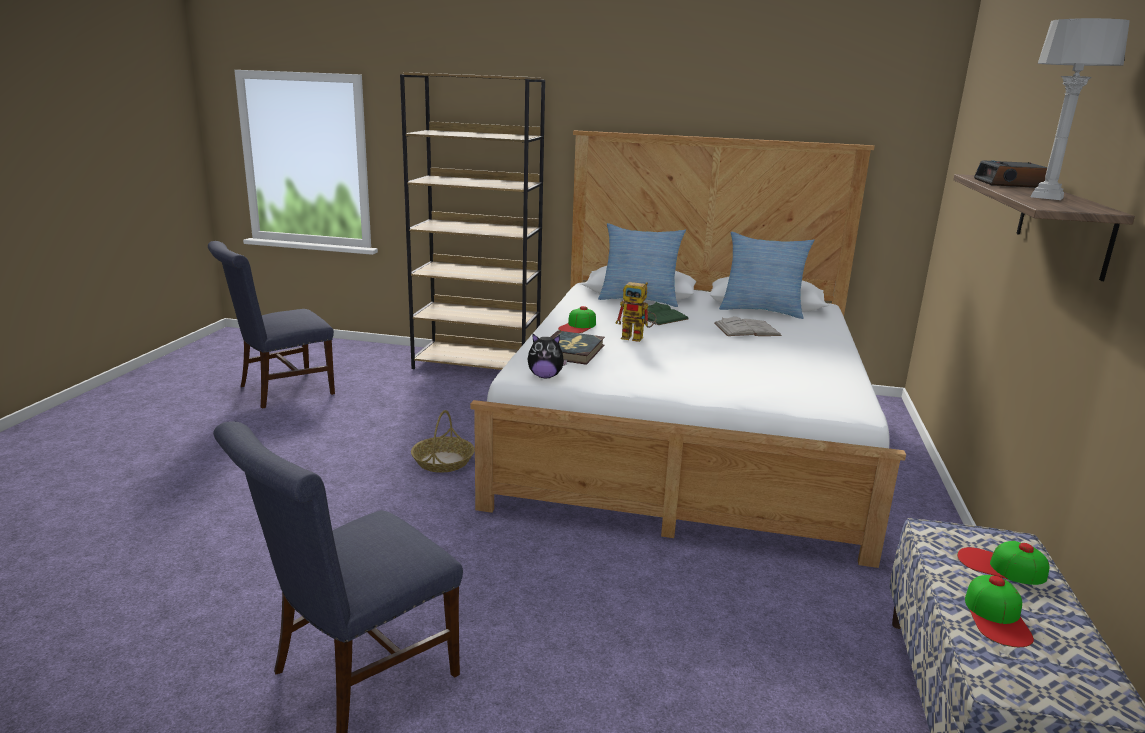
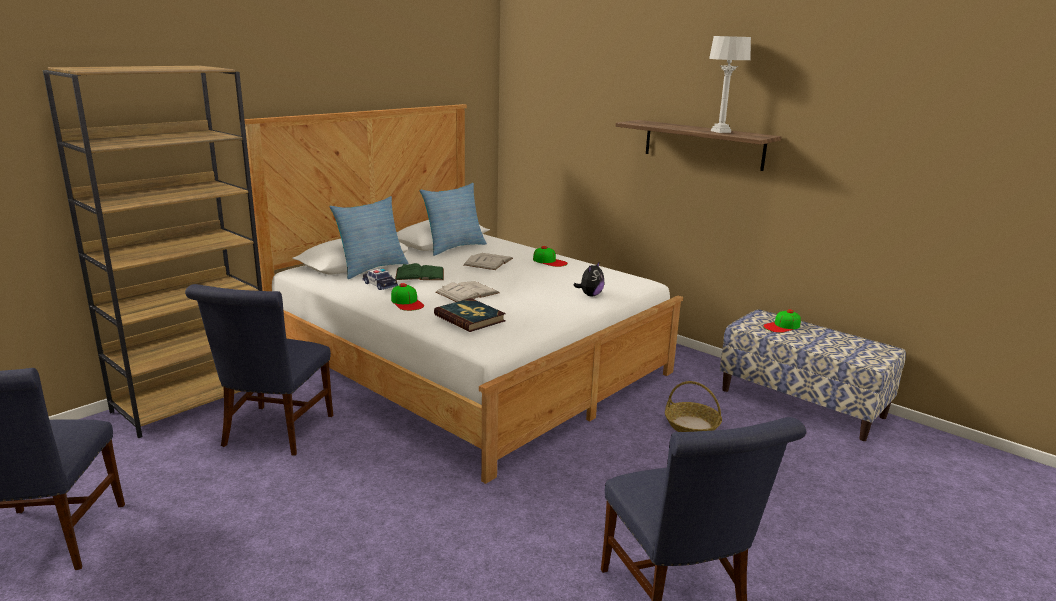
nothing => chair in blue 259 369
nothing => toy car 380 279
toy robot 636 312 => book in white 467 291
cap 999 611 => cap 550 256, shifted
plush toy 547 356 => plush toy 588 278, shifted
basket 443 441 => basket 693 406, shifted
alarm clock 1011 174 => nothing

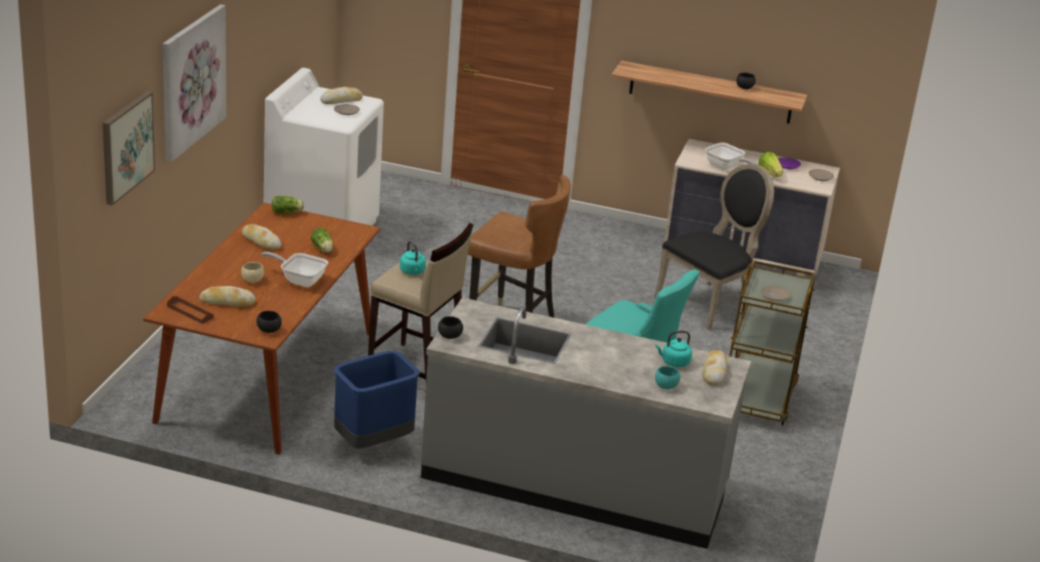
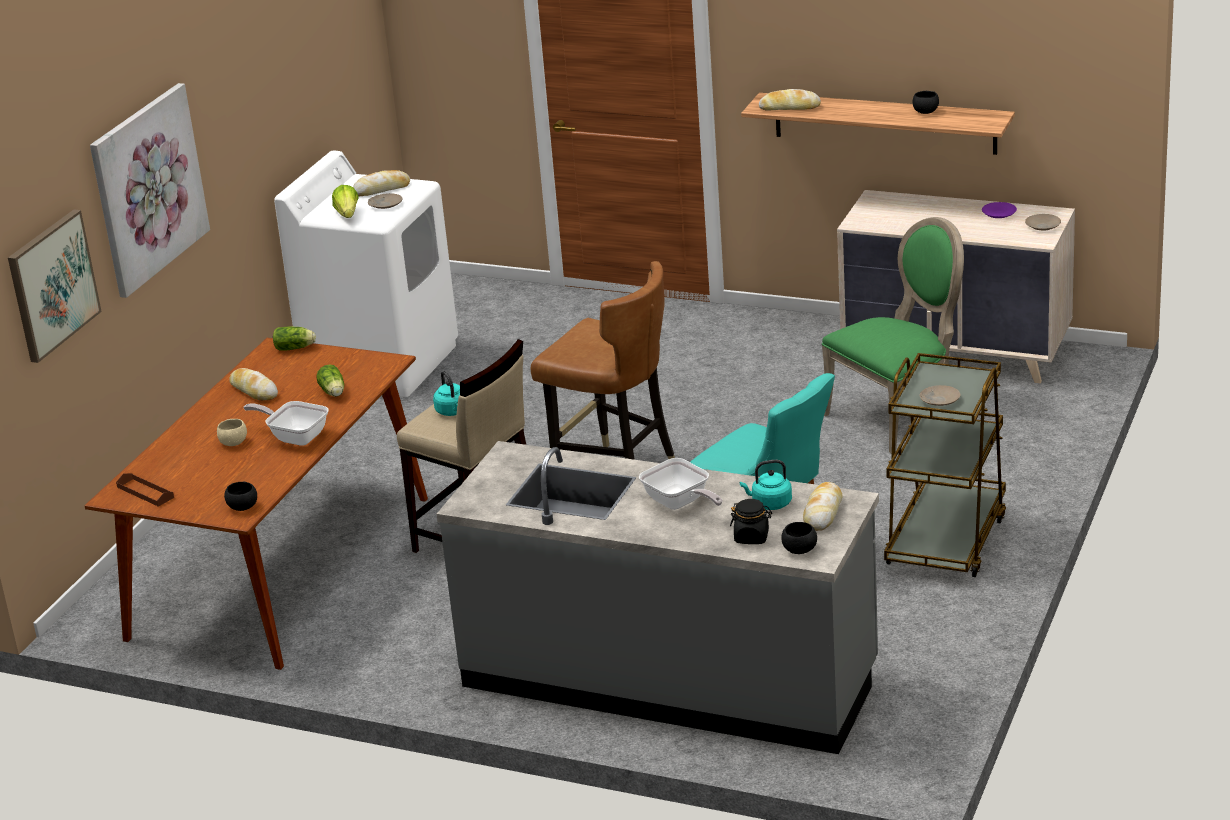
lettuce 770 164 => lettuce 345 201, shifted
frying pan 730 156 => frying pan 681 484, shifted
bowl in turquoise 667 377 => jar in black 751 521
bread 228 296 => bread 790 100, shifted
bowl in black 450 327 => bowl in black 799 538, shifted
chair in black 714 247 => chair in green 893 335
trash can in blue 377 400 => nothing

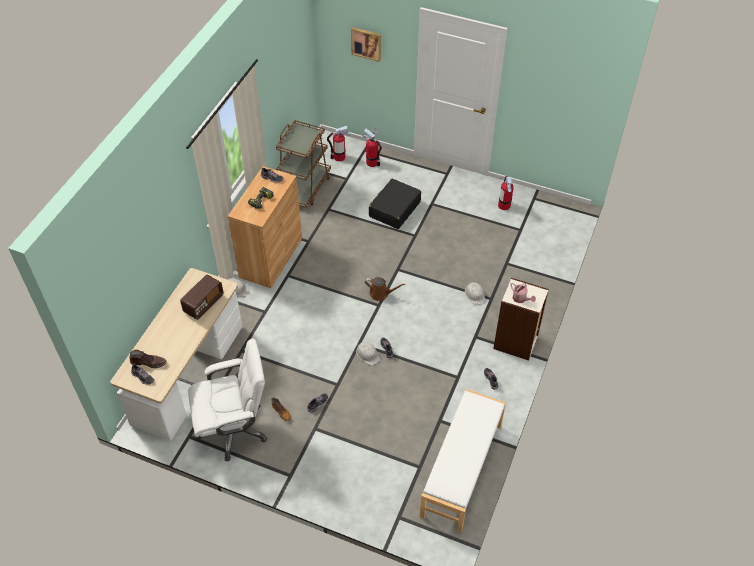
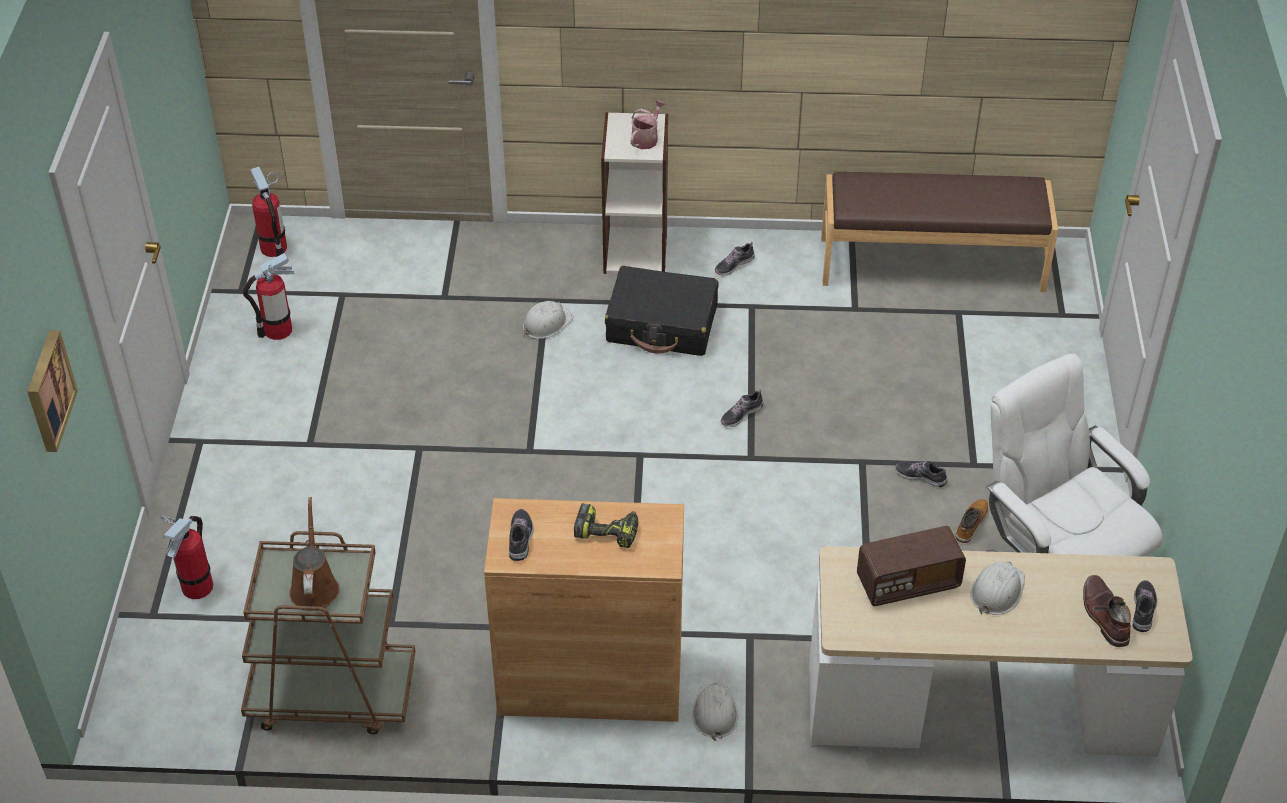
fire extinguisher 338 144 => fire extinguisher 268 212, shifted
watering can in brown 385 289 => watering can in brown 314 554, shifted
suitcase in black 395 204 => suitcase in black 661 311, shifted
bench in white 463 461 => bench in brown 939 232
radio 202 297 => radio 911 566, 150 degrees clockwise
hard hat in white 368 353 => hard hat in white 997 588, shifted

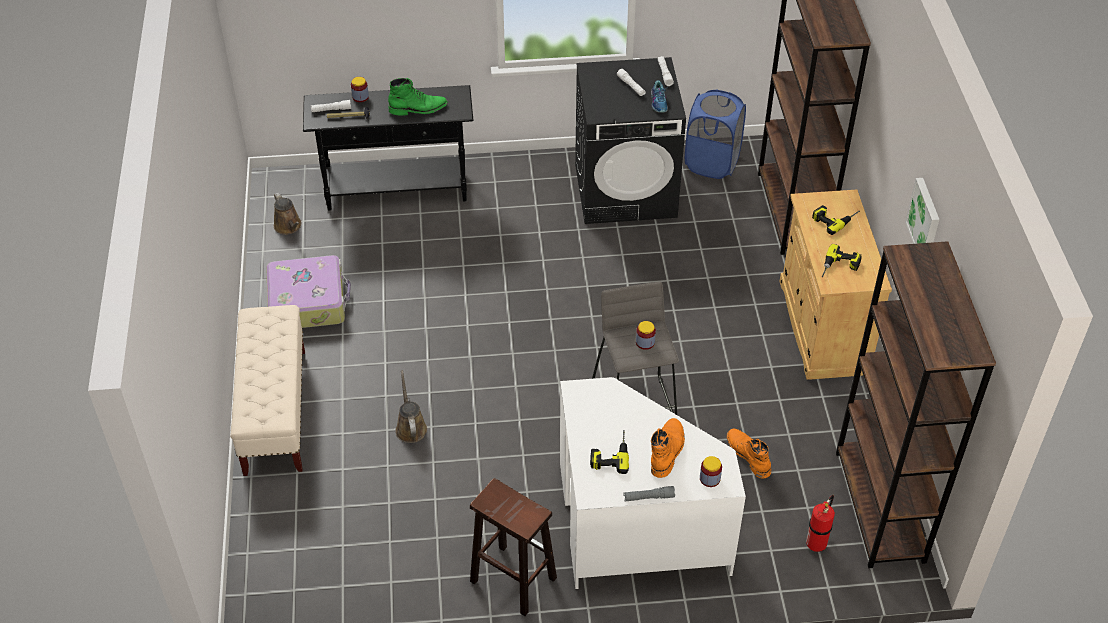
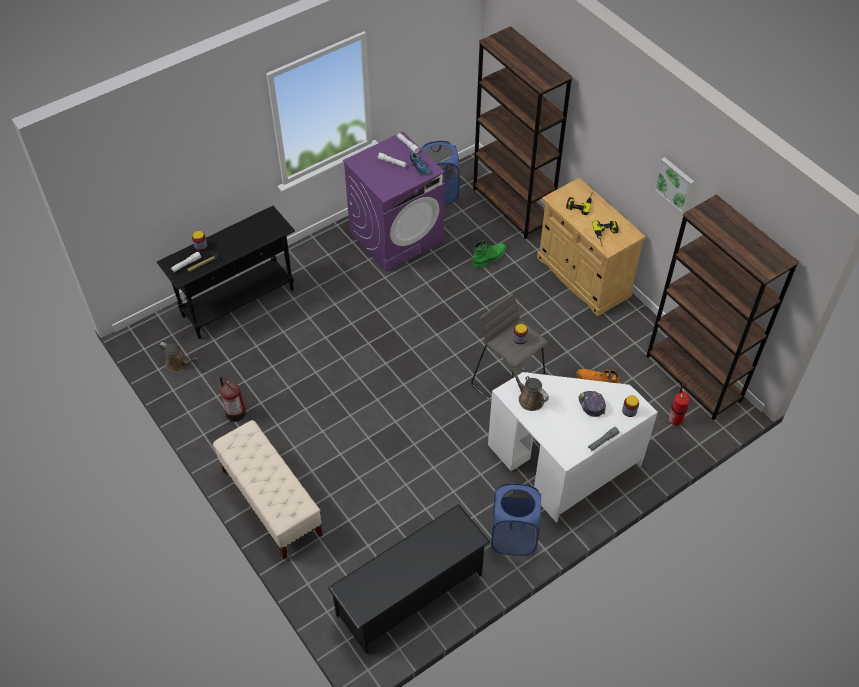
suitcase 308 291 => fire extinguisher 233 399
nothing => shoe rack in black 409 578
washing machine in black 630 140 => washing machine in purple 394 202
boot in green 418 97 => boot in green 489 254, shifted
stool in brown 513 547 => laundry basket in blue 516 519
watering can in brown 411 406 => watering can in brown 528 385, shifted
boot in orange 668 448 => cap 592 404
power drill 609 452 => nothing

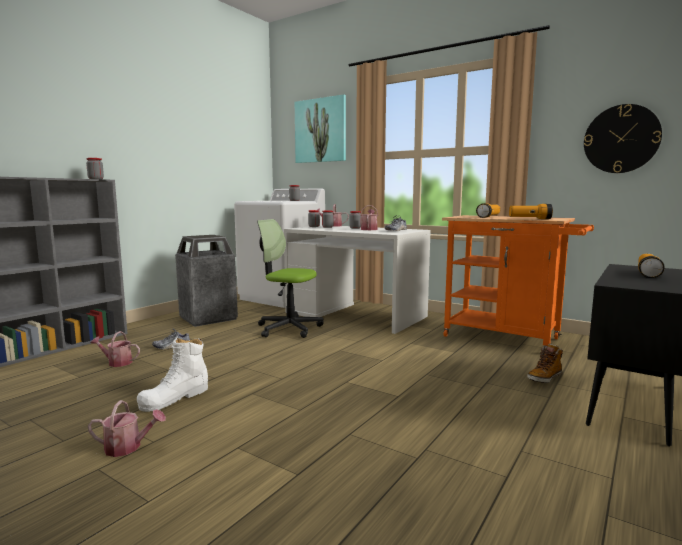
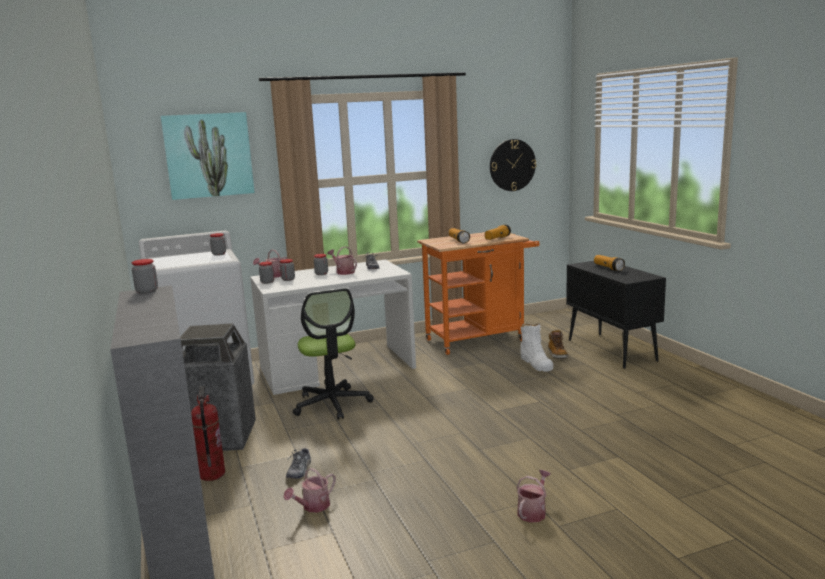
nothing => fire extinguisher 208 433
office chair 290 278 => office chair 333 354, 75 degrees counterclockwise
boot in white 172 375 => boot in white 536 347, shifted

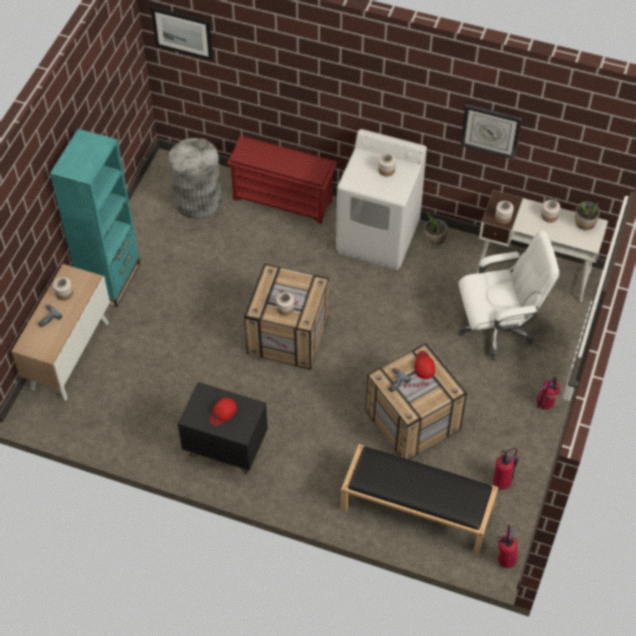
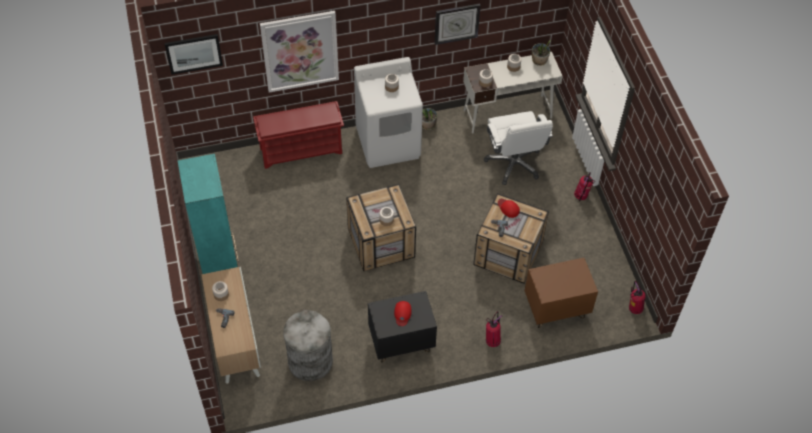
nothing => picture 299 52
trash can in grey 195 178 => trash can in grey 308 345, shifted
office chair in white 508 295 => office chair in white 518 148, 120 degrees clockwise
fire extinguisher 507 469 => fire extinguisher 494 329, shifted
bench in black 419 499 => nightstand in brown 561 293

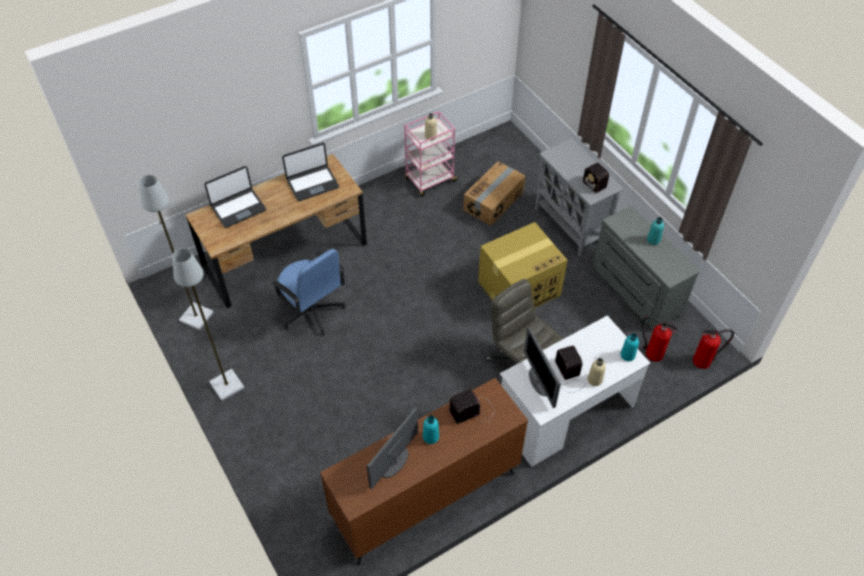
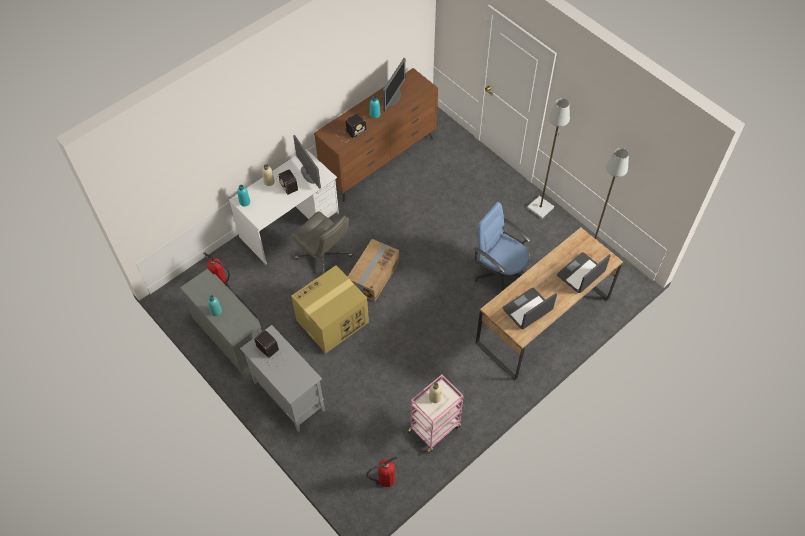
cardboard box 495 193 => cardboard box 373 270, shifted
fire extinguisher 713 349 => fire extinguisher 381 472, shifted

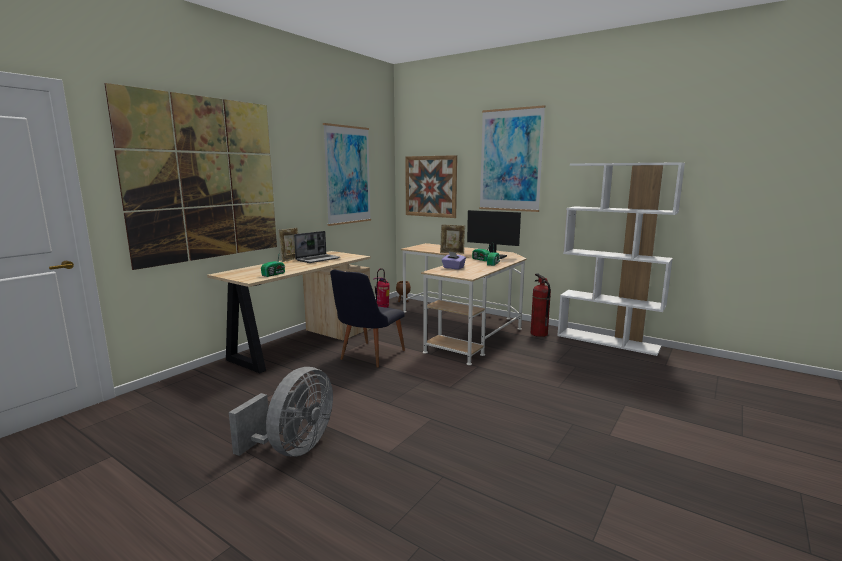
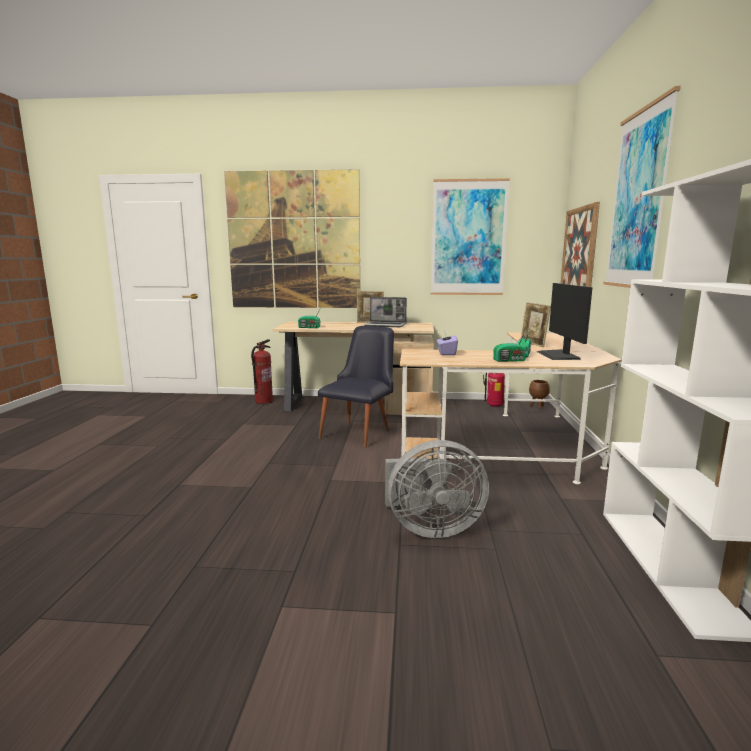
fire extinguisher 541 305 => fire extinguisher 262 371, shifted
chair in black 367 319 => chair in black 356 386, 120 degrees clockwise
fan in grey 281 412 => fan in grey 437 489, shifted

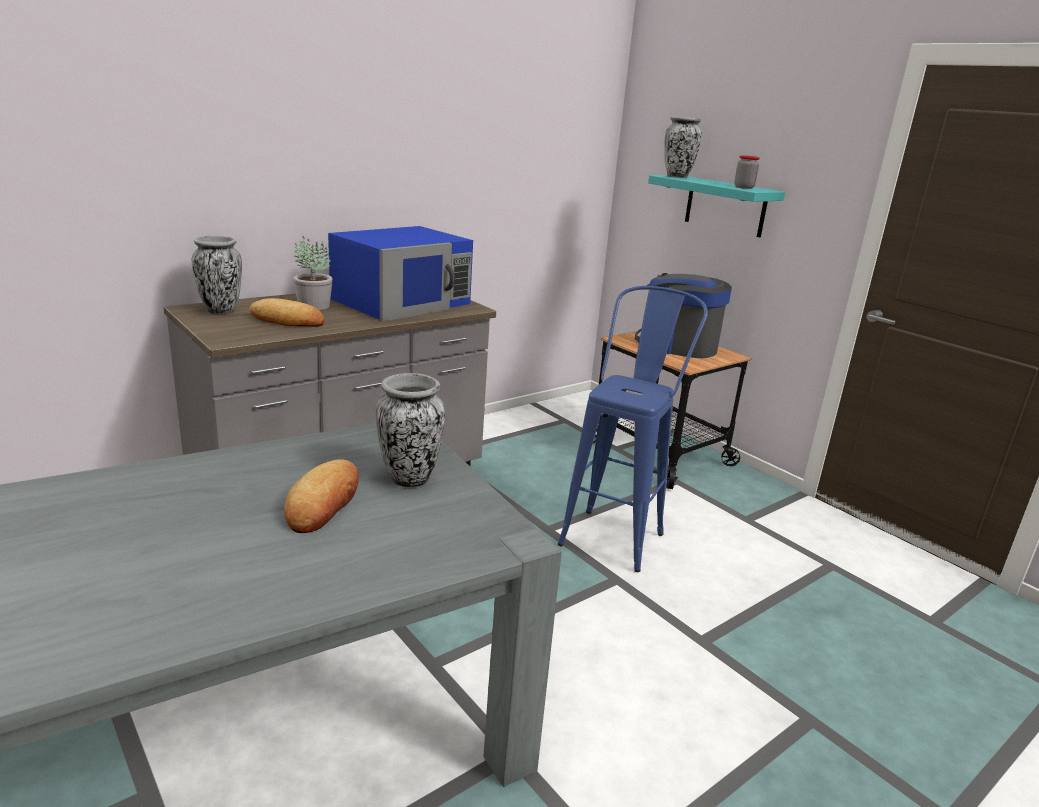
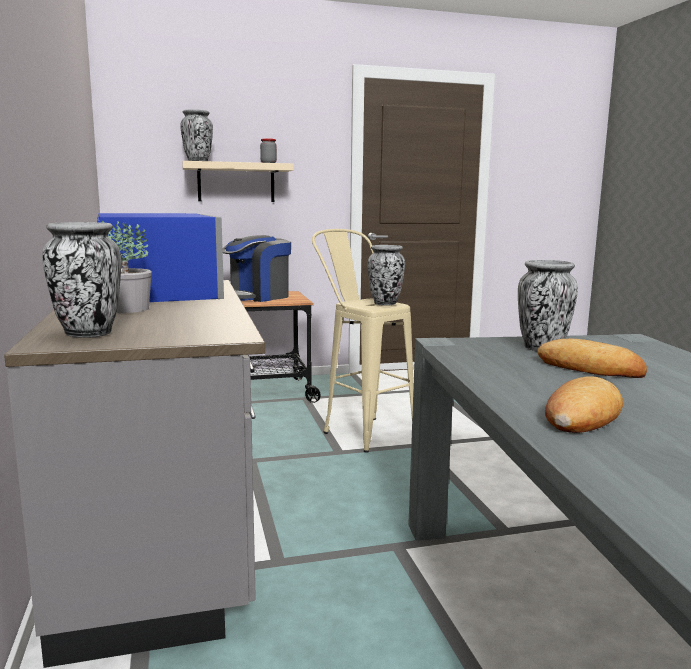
shelf in turquoise 716 206 => shelf in beige 238 181
stool in blue 633 429 => stool in beige 362 341
nothing => vase 386 275
bread 286 312 => bread 584 404, shifted

